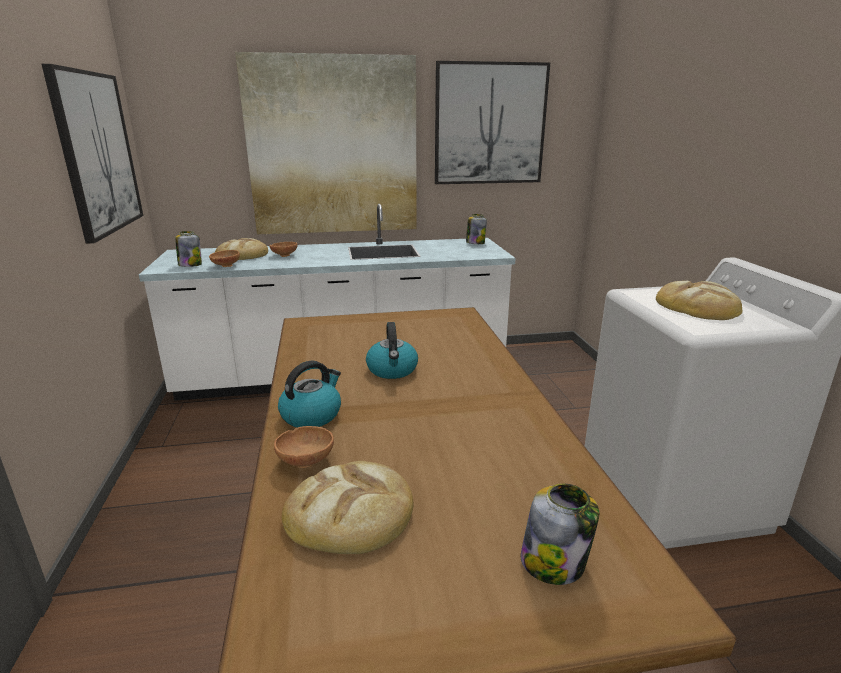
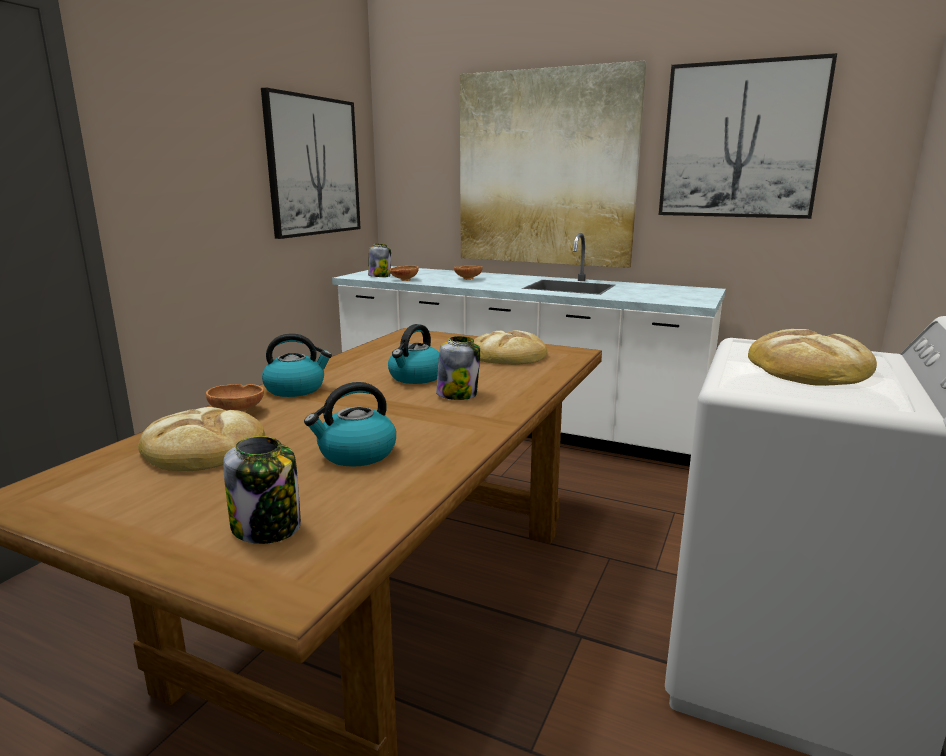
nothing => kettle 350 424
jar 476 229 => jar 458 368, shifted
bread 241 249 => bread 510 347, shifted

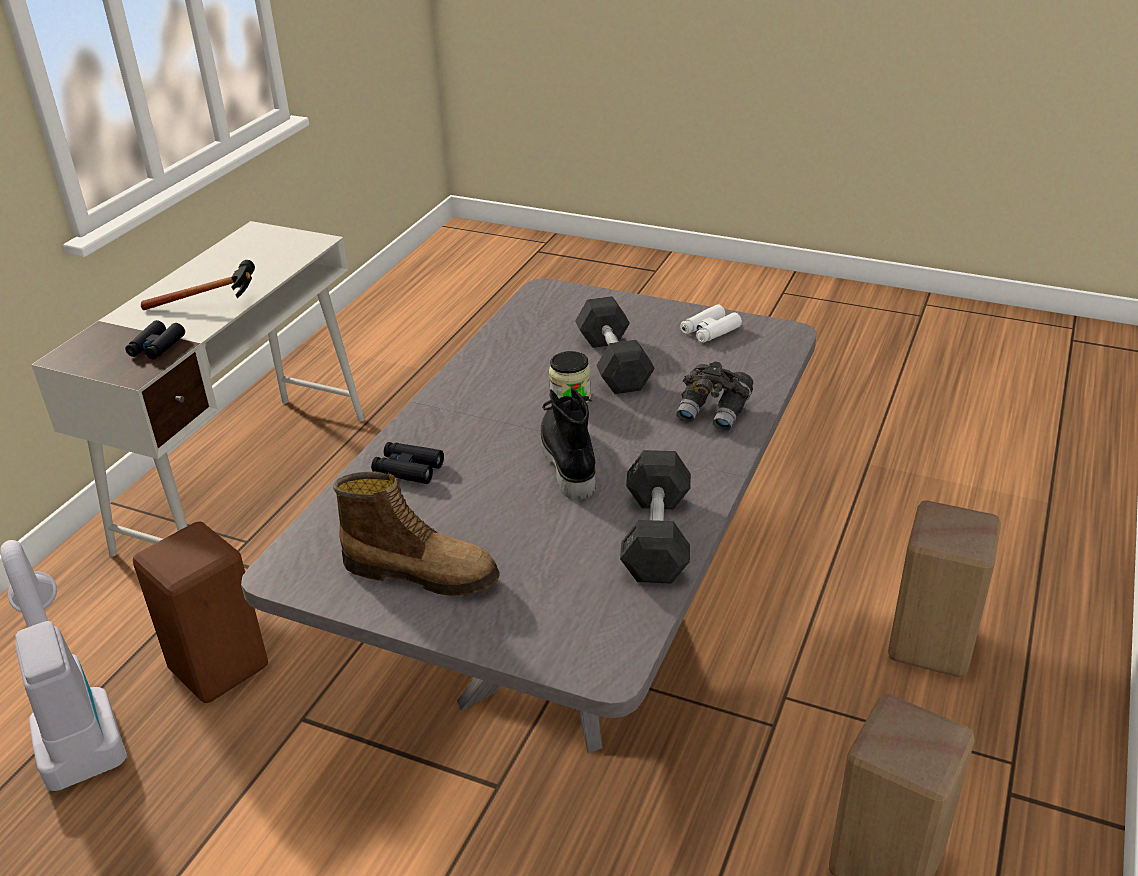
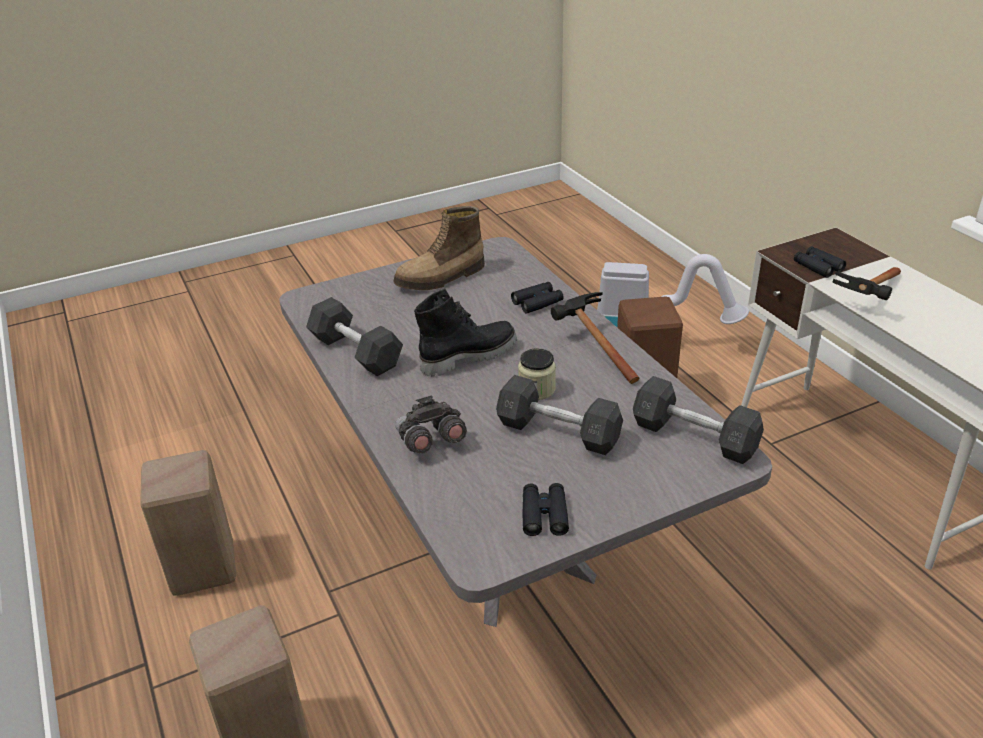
boot in black 568 444 => boot in black 465 332, 60 degrees counterclockwise
binoculars in white 711 323 => binoculars in black 545 509
nothing => hammer 595 338
nothing => dumbbell in grey 698 420

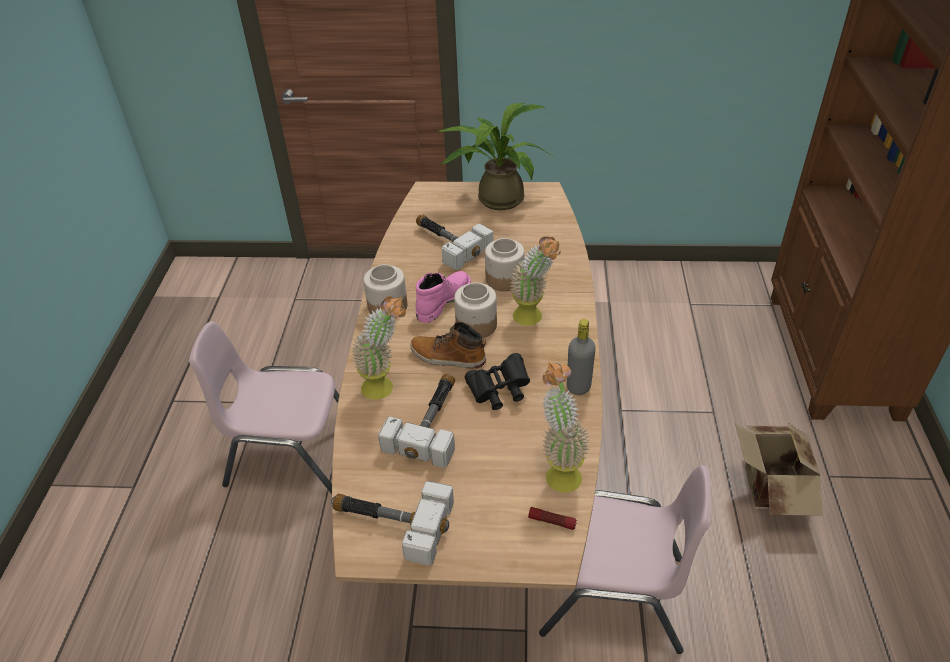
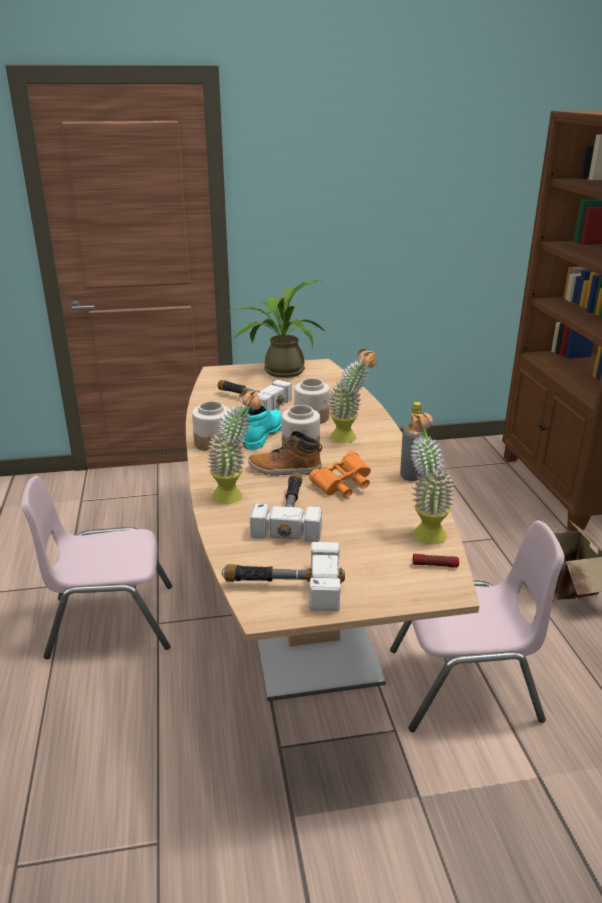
boot in pink 443 297 => boot in turquoise 262 427
binoculars in black 497 381 => binoculars in orange 340 474

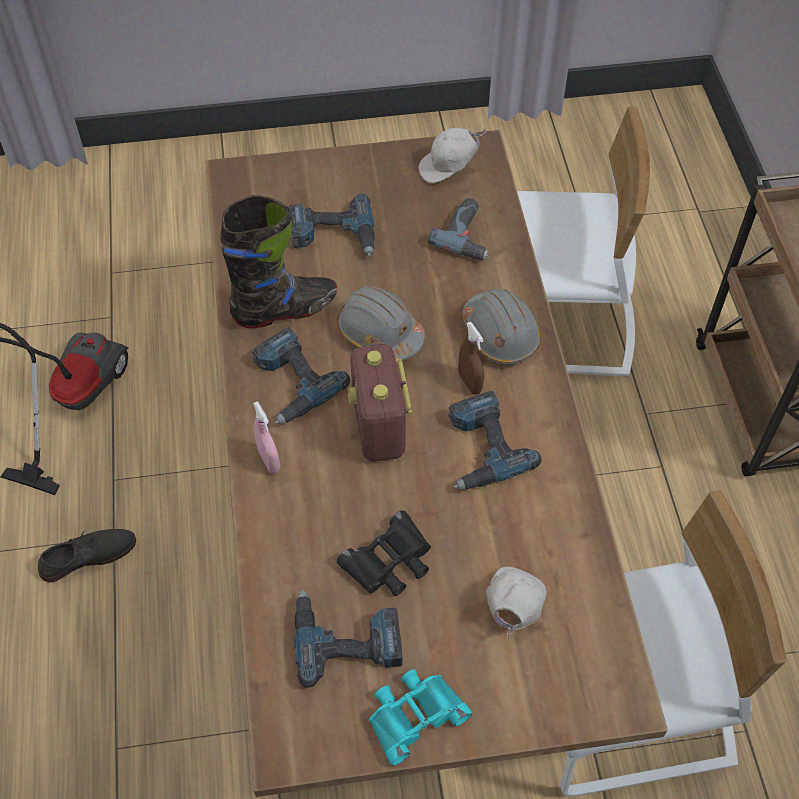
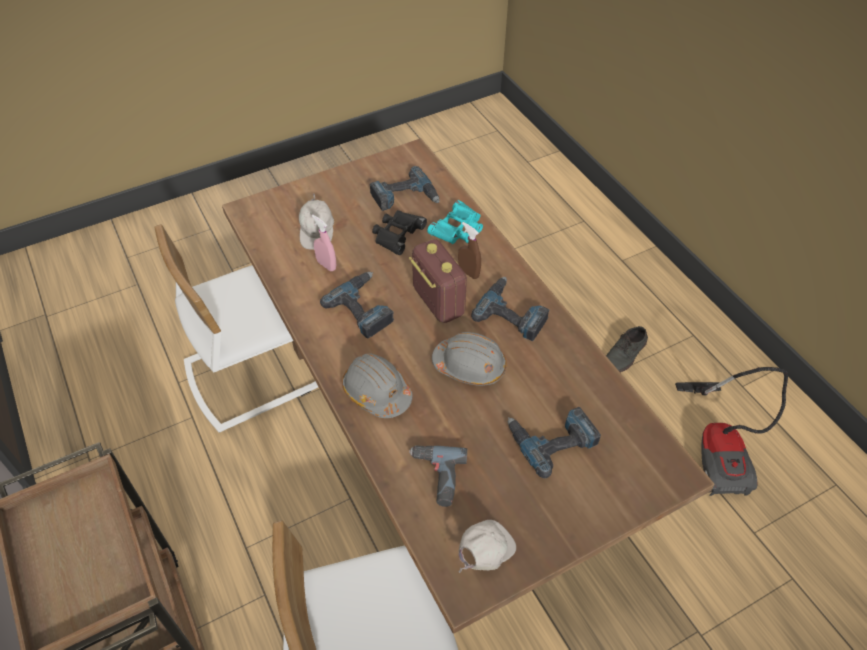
spray bottle in pink 266 437 => spray bottle in pink 324 243, shifted
binoculars in turquoise 420 717 => binoculars in turquoise 455 222, shifted
spray bottle in brown 471 358 => spray bottle in brown 469 250, shifted
boot in black 278 261 => nothing

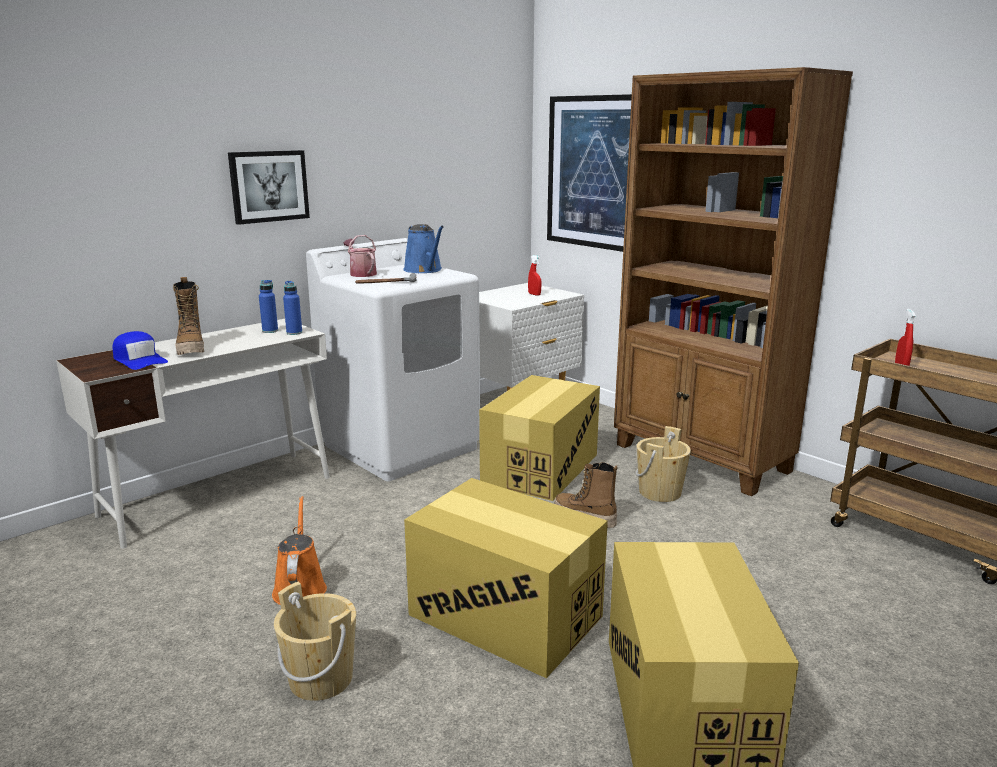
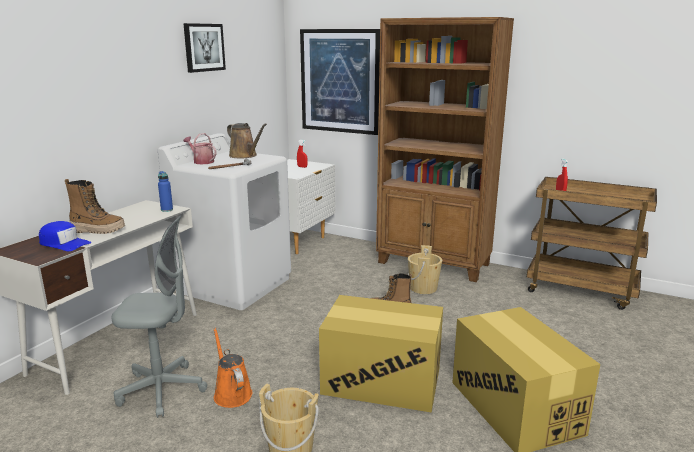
boot 188 316 => boot 95 206, 45 degrees counterclockwise
nothing => office chair in grey 159 316
picture 269 187 => picture 204 48, shifted
watering can in blue 423 248 => watering can in brown 247 141
bottle in blue 268 306 => nothing
cardboard box 539 438 => nothing

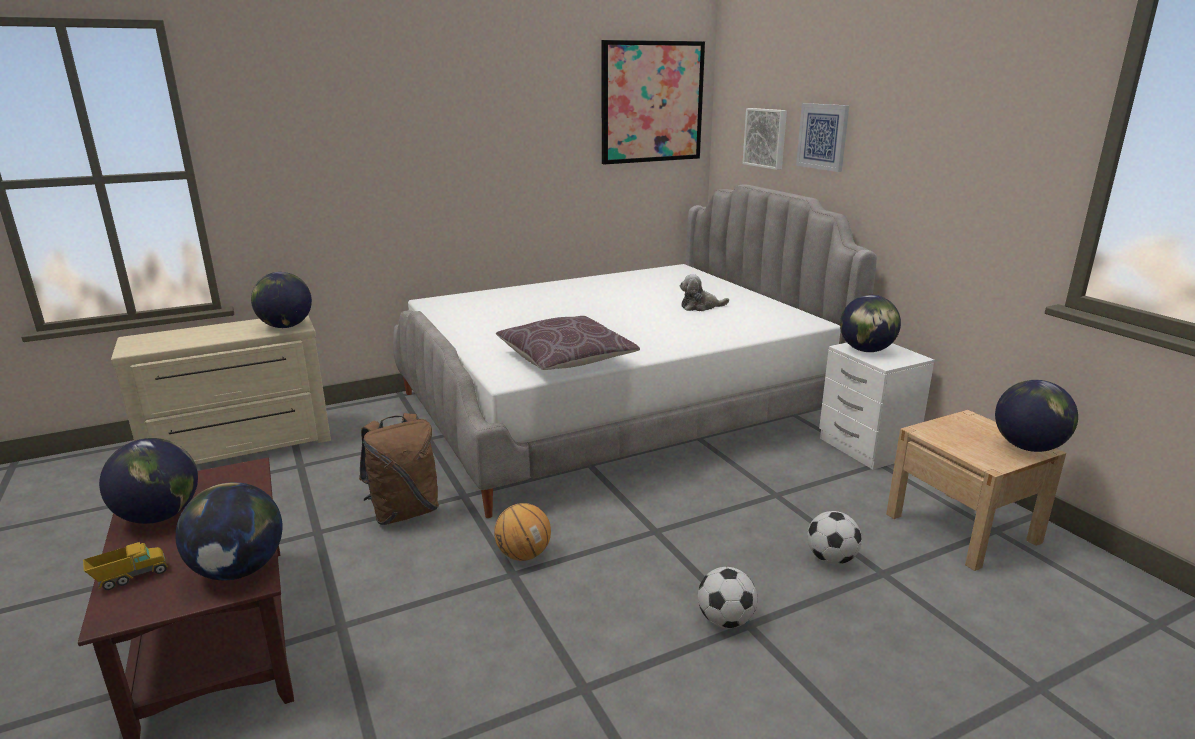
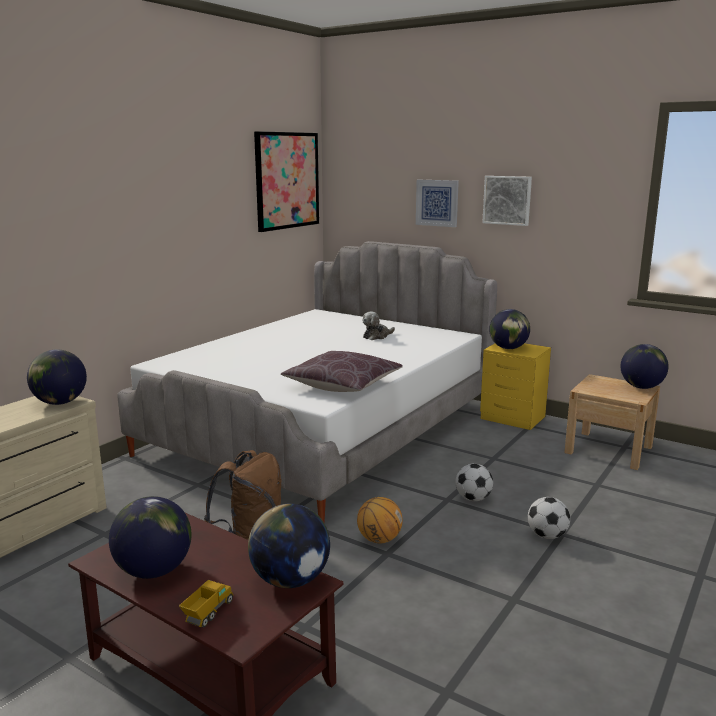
football 834 537 => football 474 482, shifted
nightstand in white 877 406 => nightstand in yellow 515 386
picture 764 139 => picture 507 201, shifted

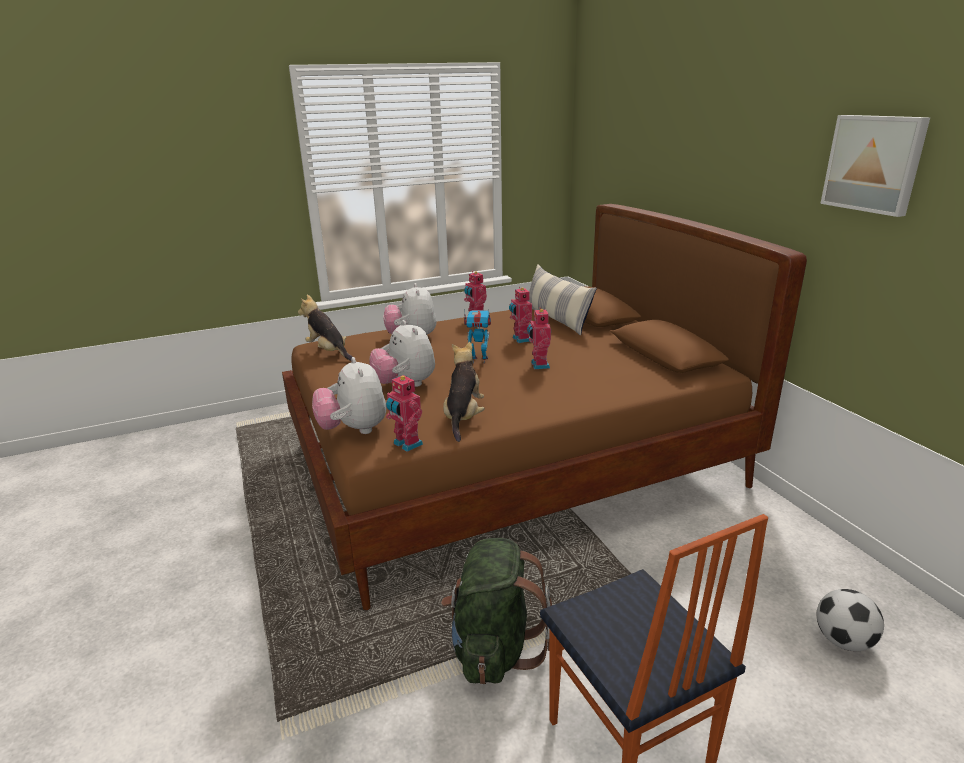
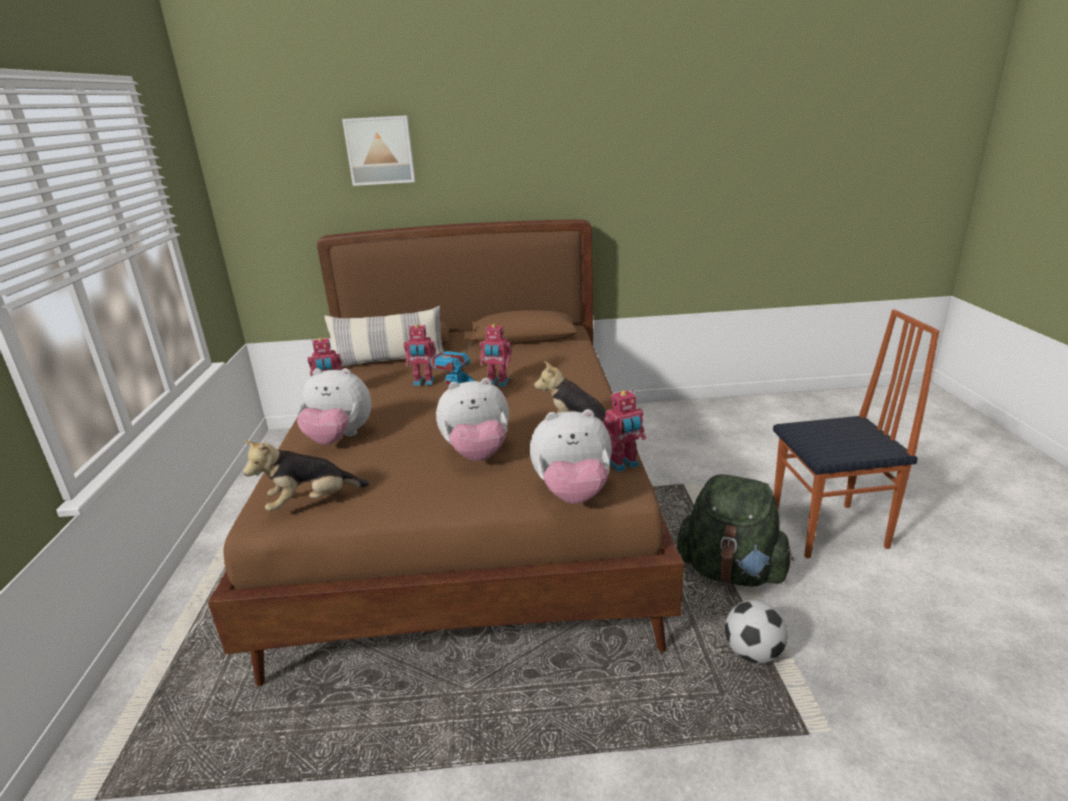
picture 875 166 => picture 378 150, shifted
football 850 620 => football 756 631, shifted

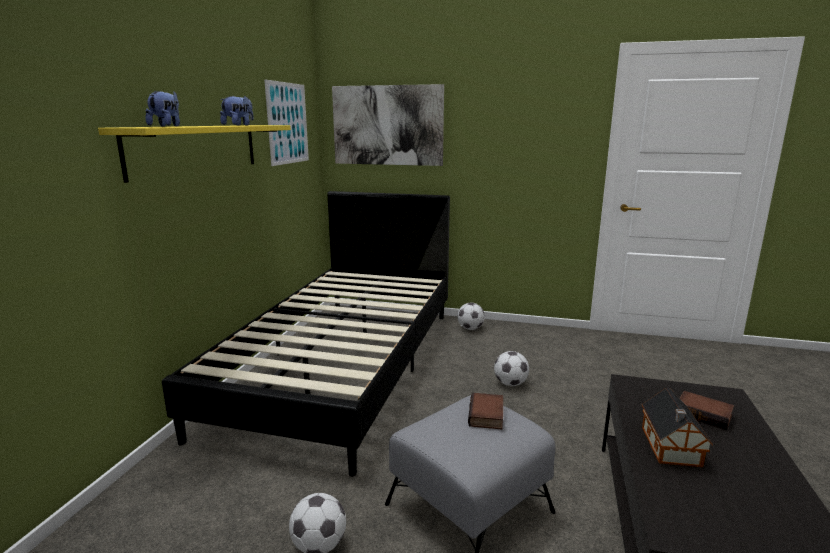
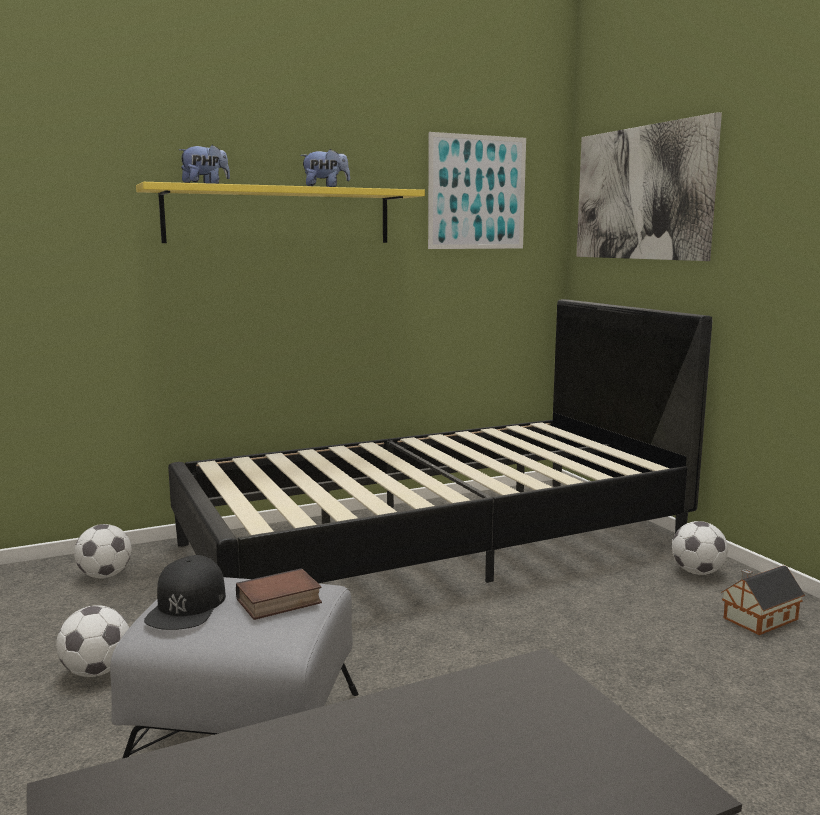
football 511 368 => football 103 551, shifted
nothing => cap in black 185 592
toy house 677 427 => toy house 763 600, shifted
book 707 410 => nothing

